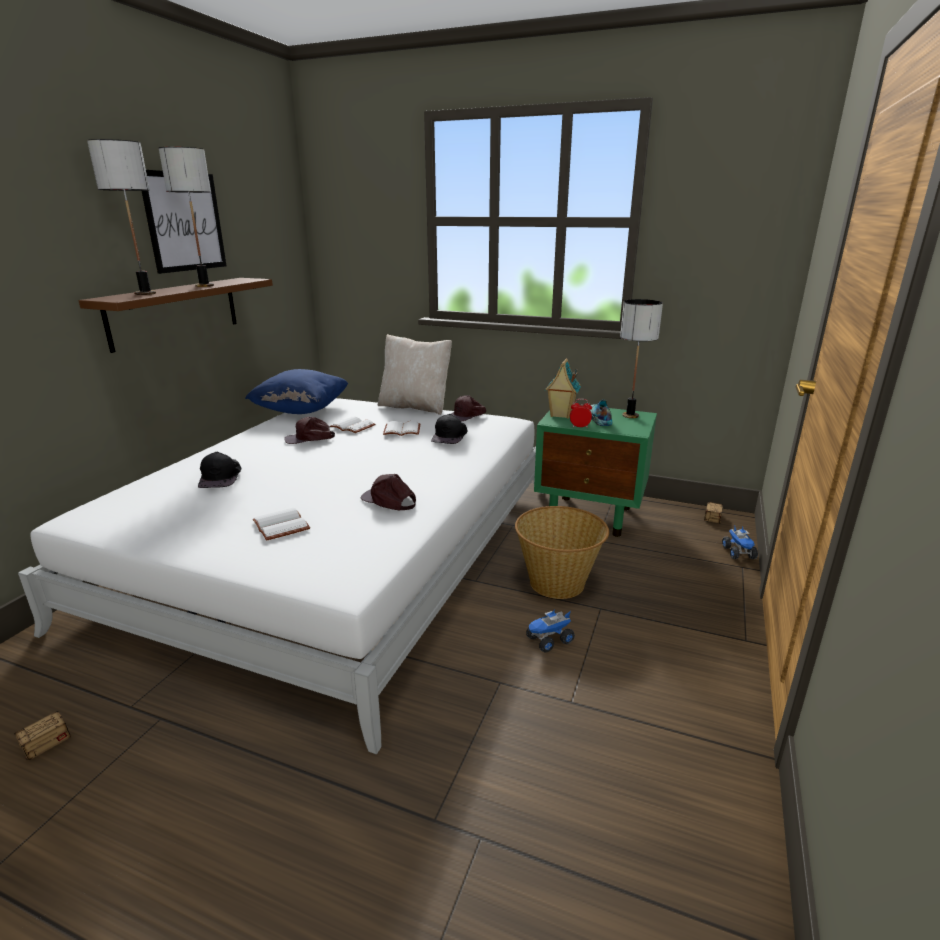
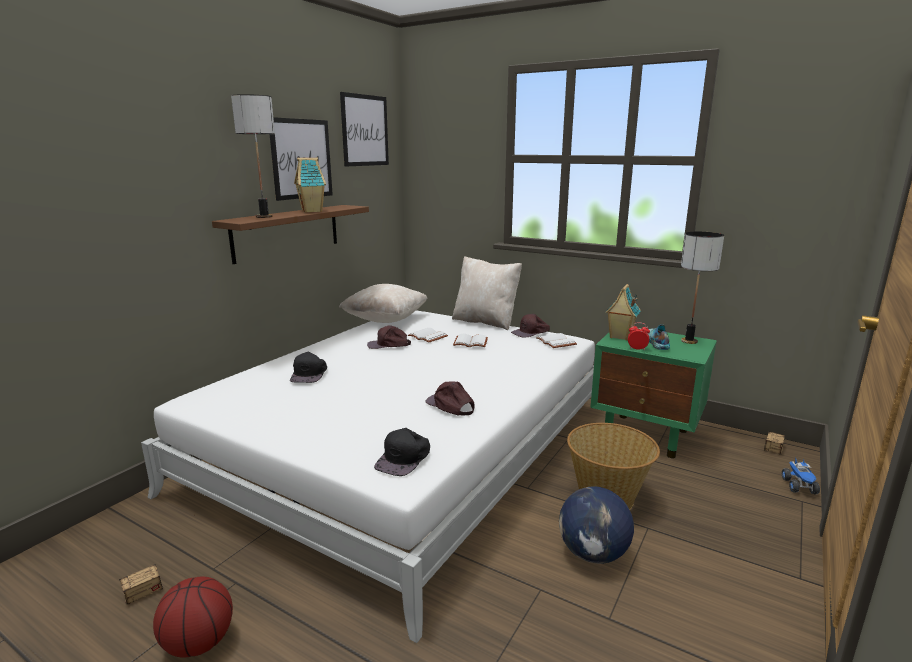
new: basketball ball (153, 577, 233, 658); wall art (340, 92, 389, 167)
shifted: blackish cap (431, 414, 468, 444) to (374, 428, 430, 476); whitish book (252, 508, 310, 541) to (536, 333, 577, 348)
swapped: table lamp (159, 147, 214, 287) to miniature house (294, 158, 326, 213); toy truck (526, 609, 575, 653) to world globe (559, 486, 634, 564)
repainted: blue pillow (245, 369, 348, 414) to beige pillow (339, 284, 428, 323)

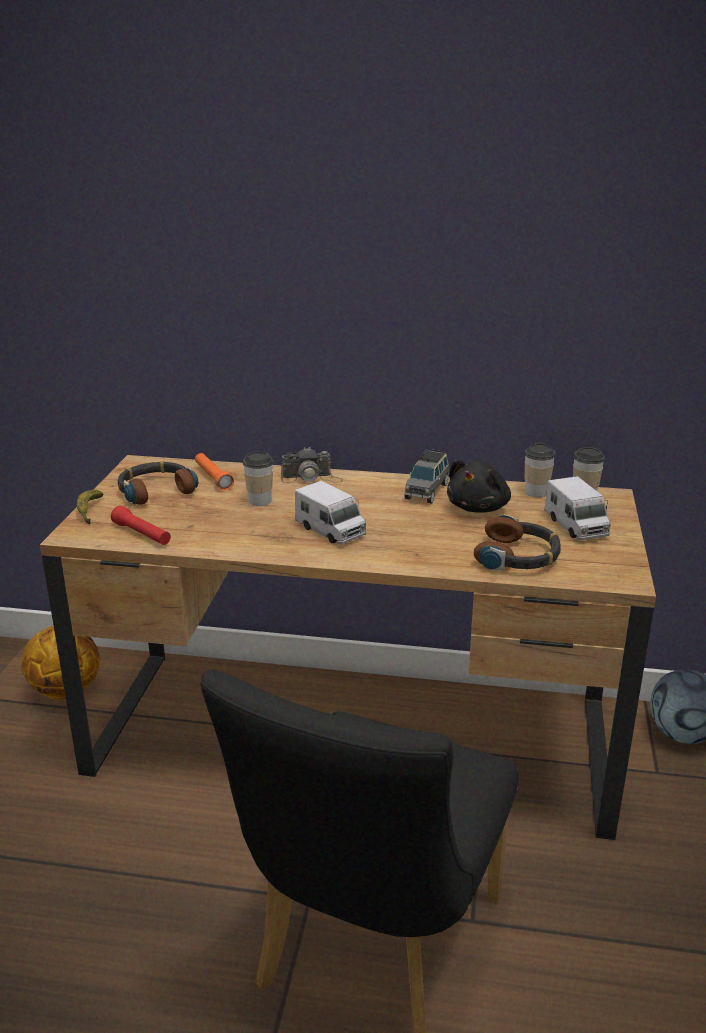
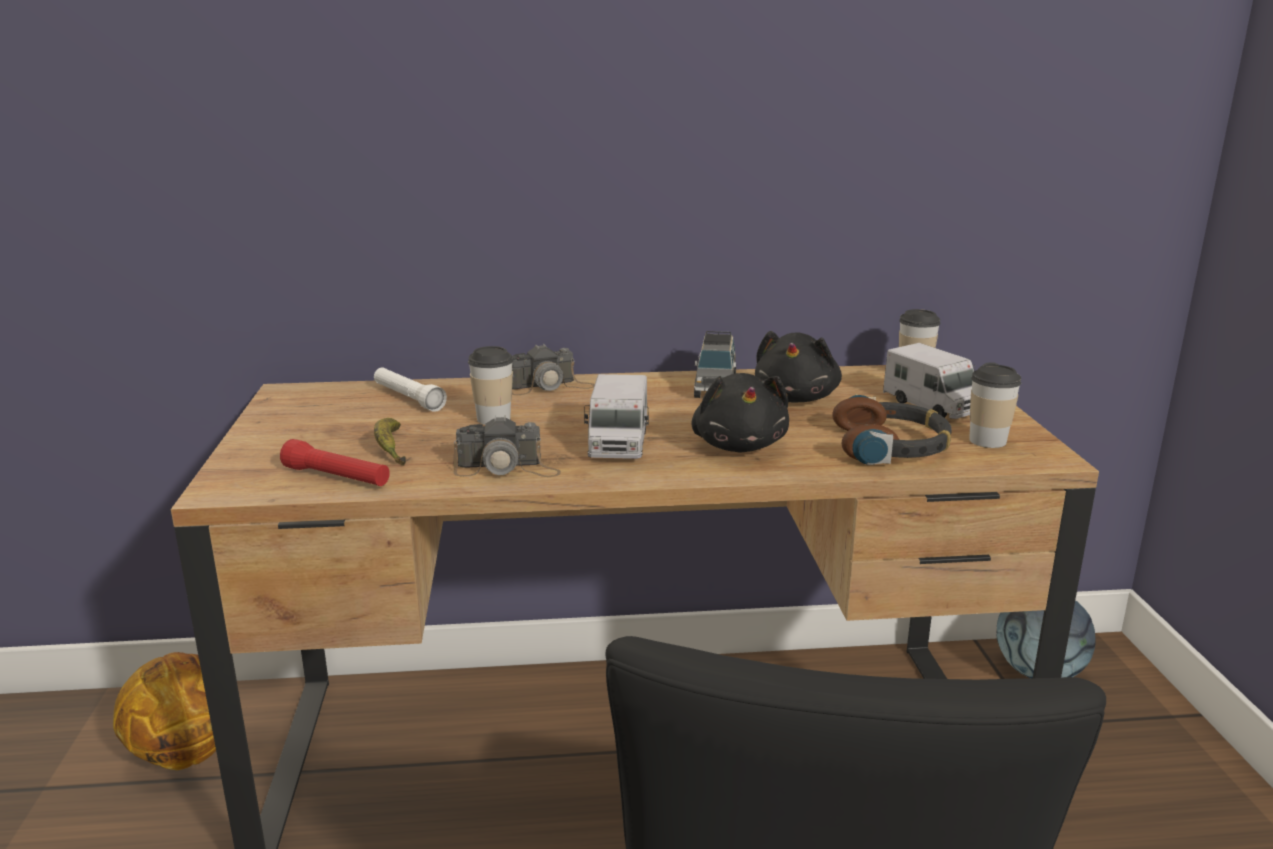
gone: headphones (117, 461, 198, 505)
new: photo camera (454, 415, 561, 477); blackish soft toy (691, 373, 789, 452)
shifted: banana fruit (77, 490, 104, 524) to (374, 418, 406, 466); small cup (525, 443, 555, 497) to (969, 362, 1021, 448)
repainted: orange-coloured flashlight (195, 453, 234, 490) to whitish flashlight (374, 367, 447, 412)
rotated: toy truck (295, 481, 367, 544) = (584, 374, 649, 459) 60 degrees clockwise

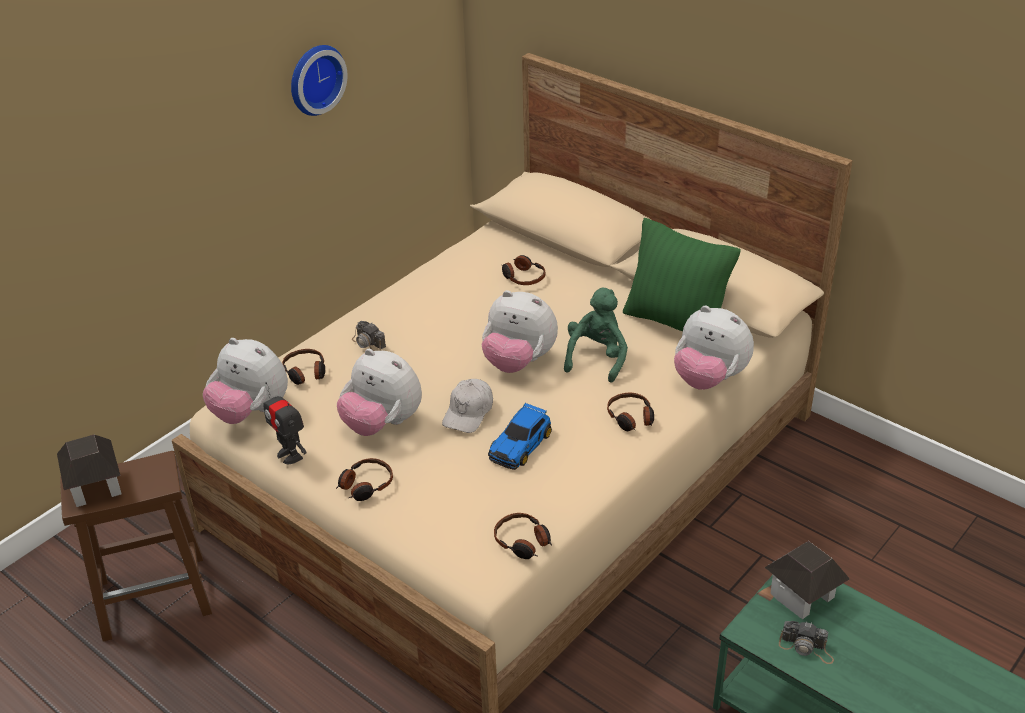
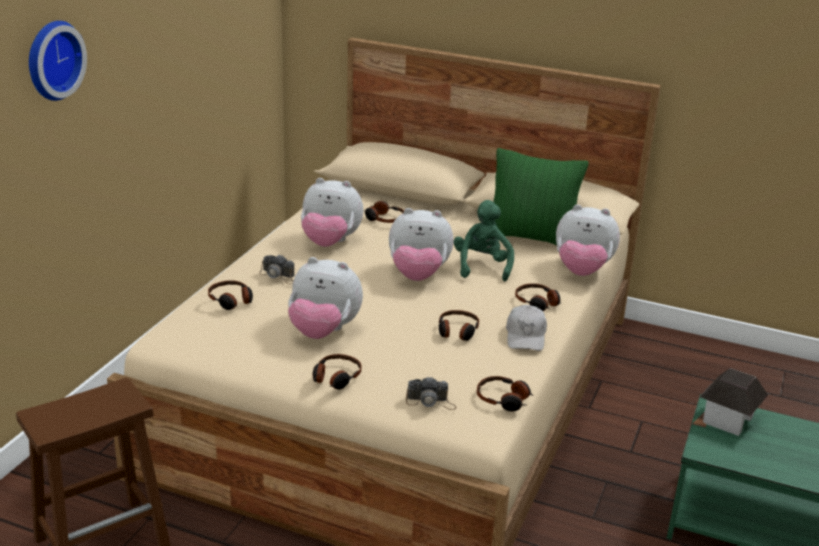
gone: miniature house (57, 435, 122, 507); model robot (263, 382, 307, 464)
shifted: wall clock (291, 45, 348, 116) to (29, 21, 87, 101); soft toy (203, 338, 288, 424) to (301, 178, 363, 247); photo camera (779, 621, 834, 664) to (406, 377, 456, 410); whitish cap (442, 379, 493, 433) to (506, 305, 547, 351)
swapped: miniature car (488, 403, 552, 470) to headphones (439, 310, 479, 341)

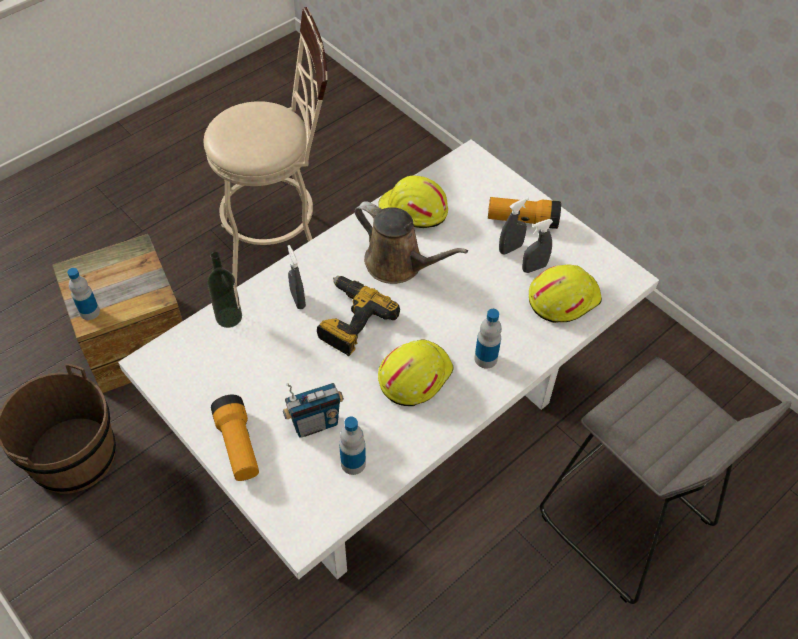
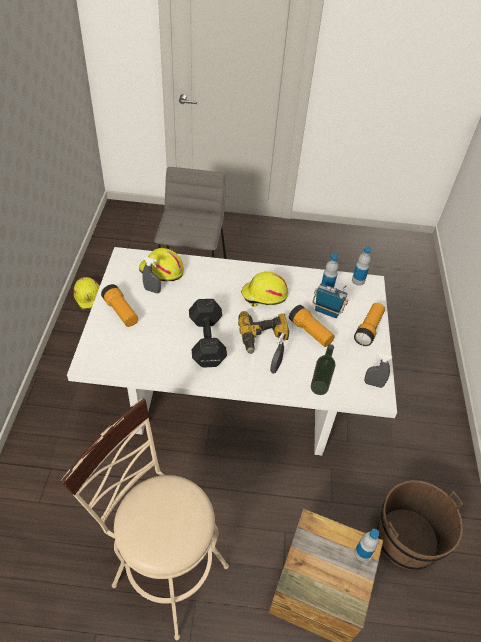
new: flashlight (289, 305, 335, 347)
shifted: yellow-coloured hard hat (378, 176, 448, 228) to (74, 277, 100, 309); beverage bottle (474, 309, 502, 368) to (352, 246, 371, 286); gray sprayer (499, 197, 529, 255) to (364, 352, 392, 388)
swapped: brownish sprinkling can (355, 201, 468, 284) to blackish dumbbell (189, 299, 227, 368)

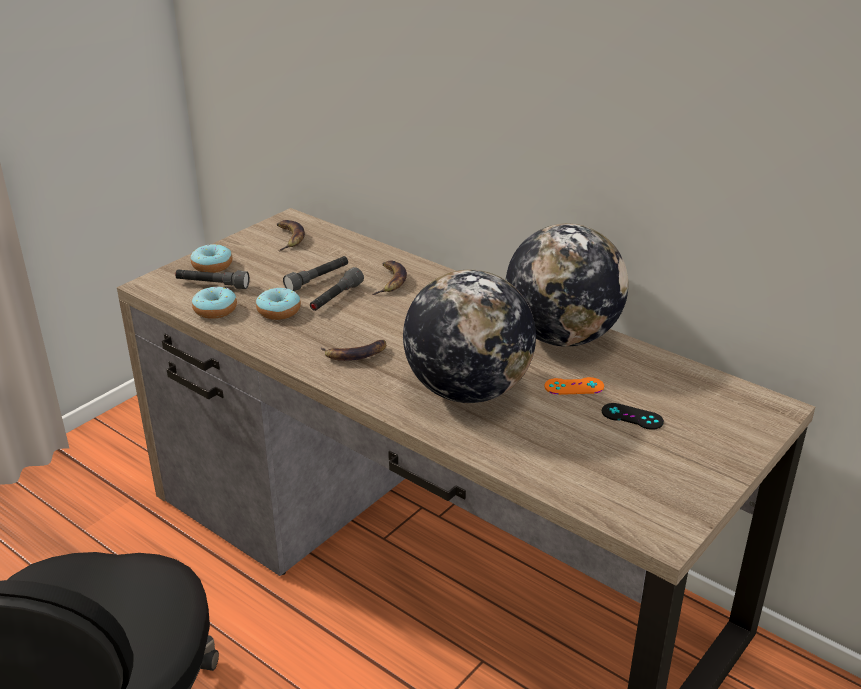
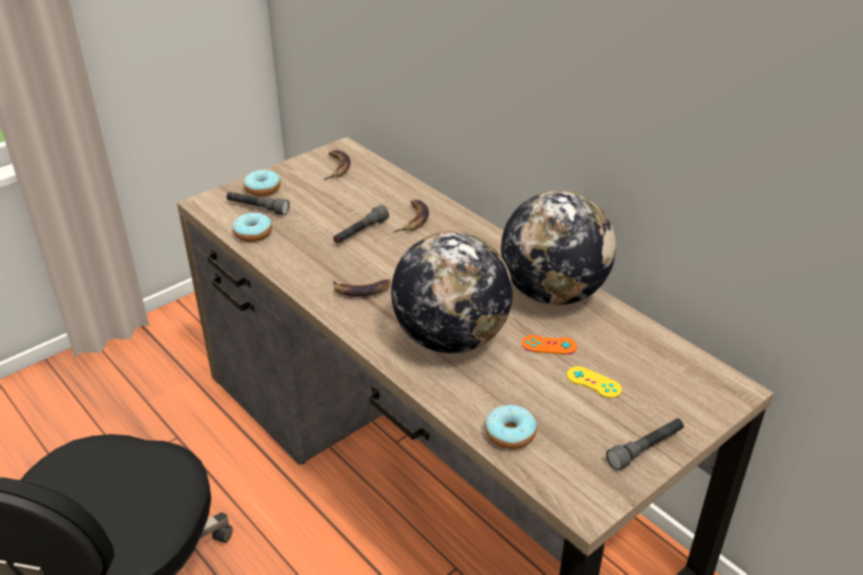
shifted: doughnut (256, 288, 301, 320) to (485, 405, 537, 449); gray flashlight (283, 256, 348, 291) to (606, 419, 684, 470)
repainted: blackish game controller (602, 403, 664, 430) to yellow-coloured game controller (567, 366, 622, 398)

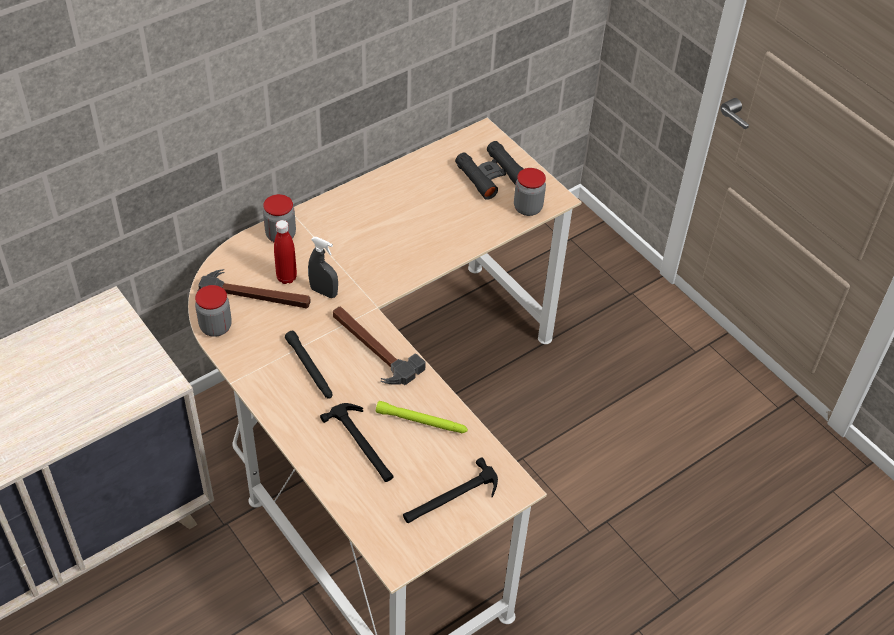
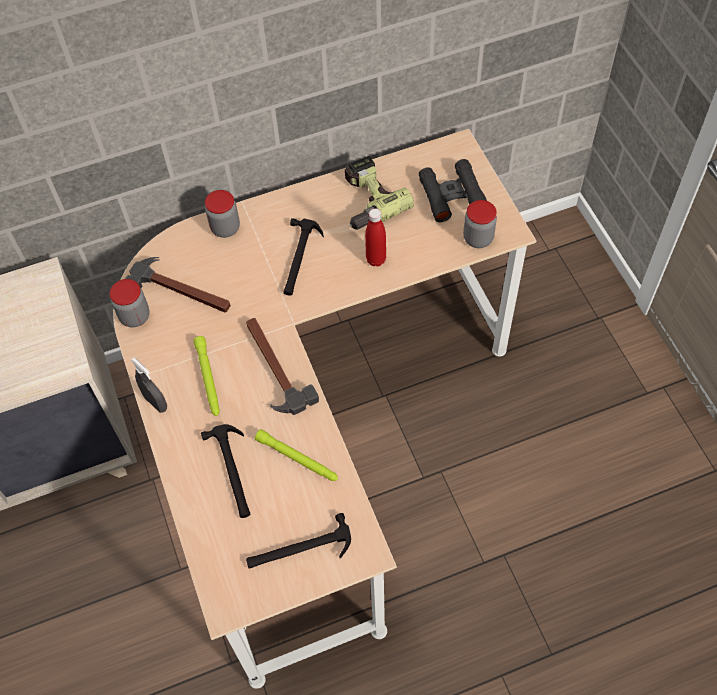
new: hammer (283, 218, 324, 296); drill (345, 156, 414, 230)
shifted: gray sprayer (308, 237, 338, 298) to (131, 357, 167, 413); red beverage bottle (274, 220, 297, 284) to (365, 208, 386, 266)
repainted: blackish flashlight (285, 331, 332, 399) to green flashlight (193, 336, 220, 416)

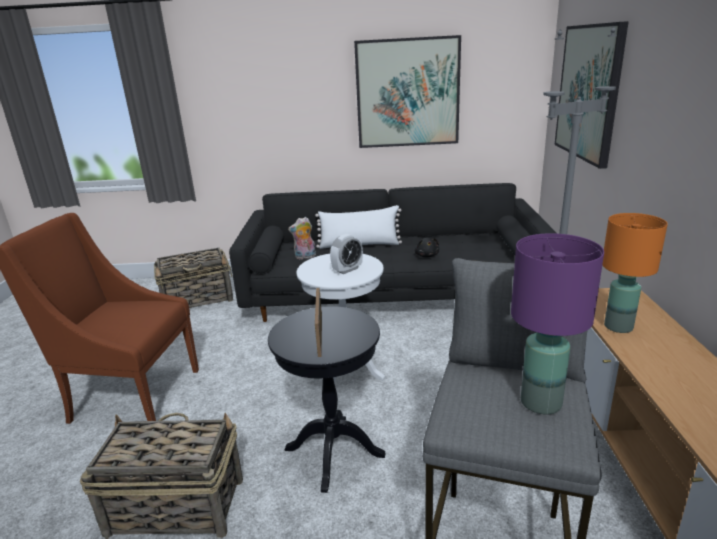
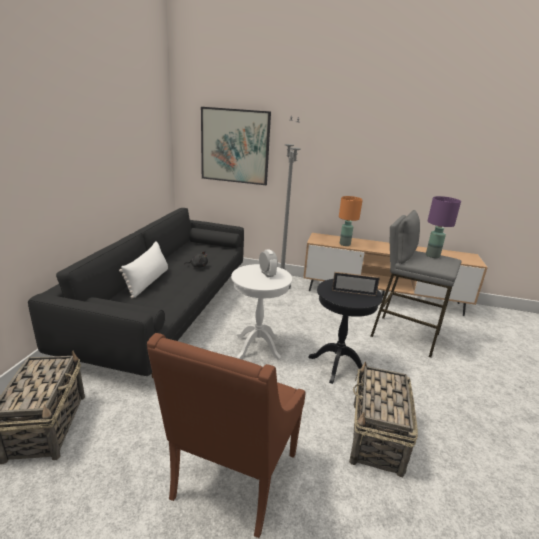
gone: soft toy (288, 217, 316, 259); wall art (354, 35, 461, 148)

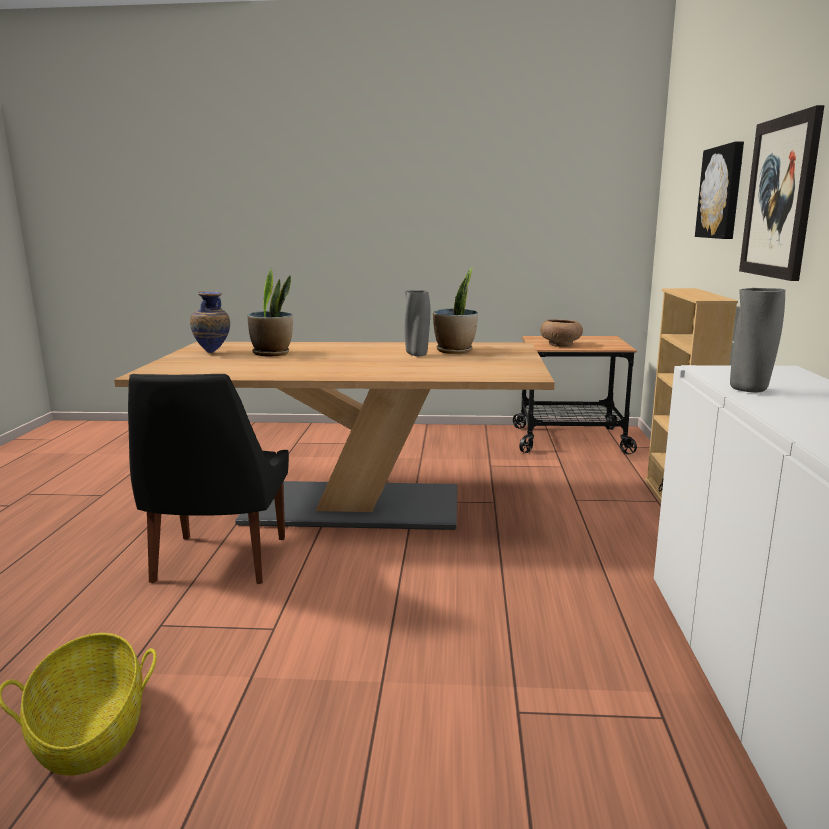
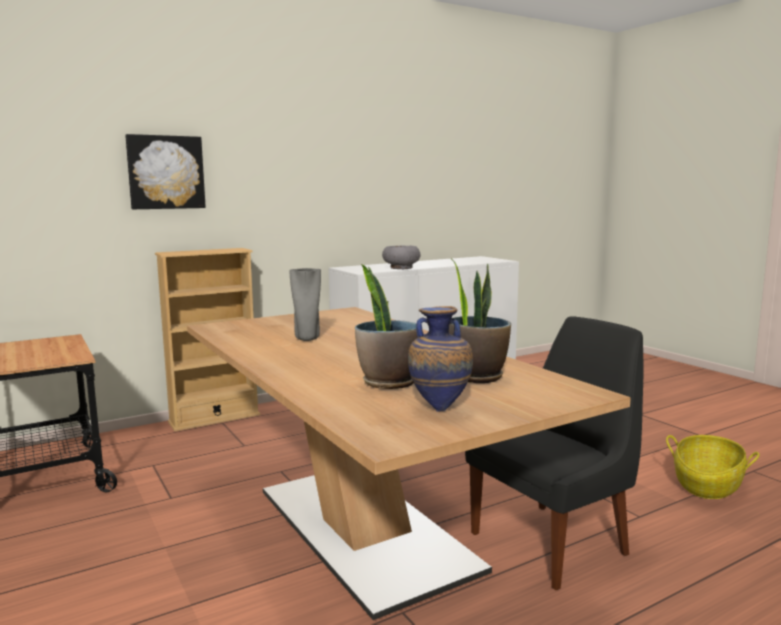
gone: brownish deep dish (540, 319, 583, 347); wall art (739, 105, 825, 281)
shifted: houseplant (433, 267, 478, 354) to (449, 259, 511, 383)
swapped: gray flower vase (730, 288, 785, 393) to gray deep dish (382, 246, 421, 269)

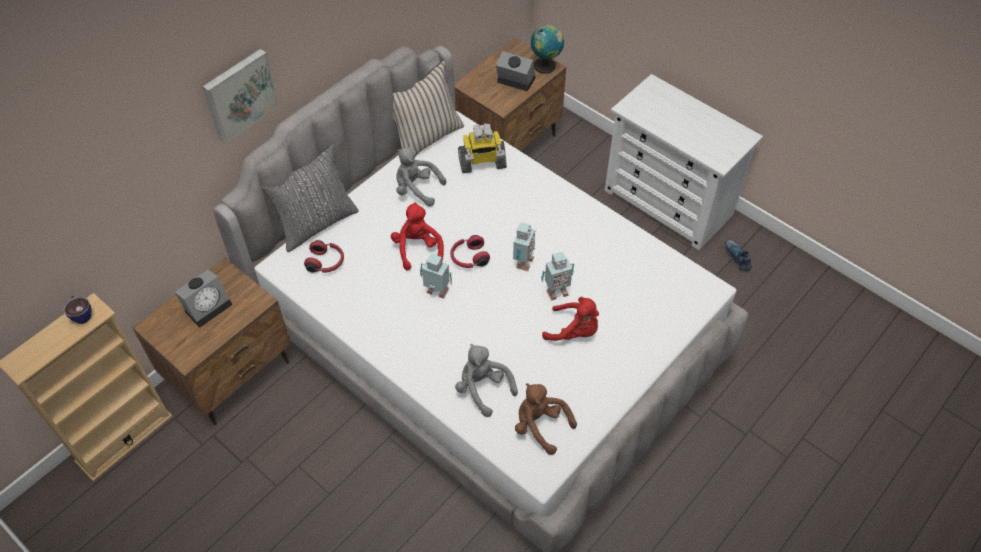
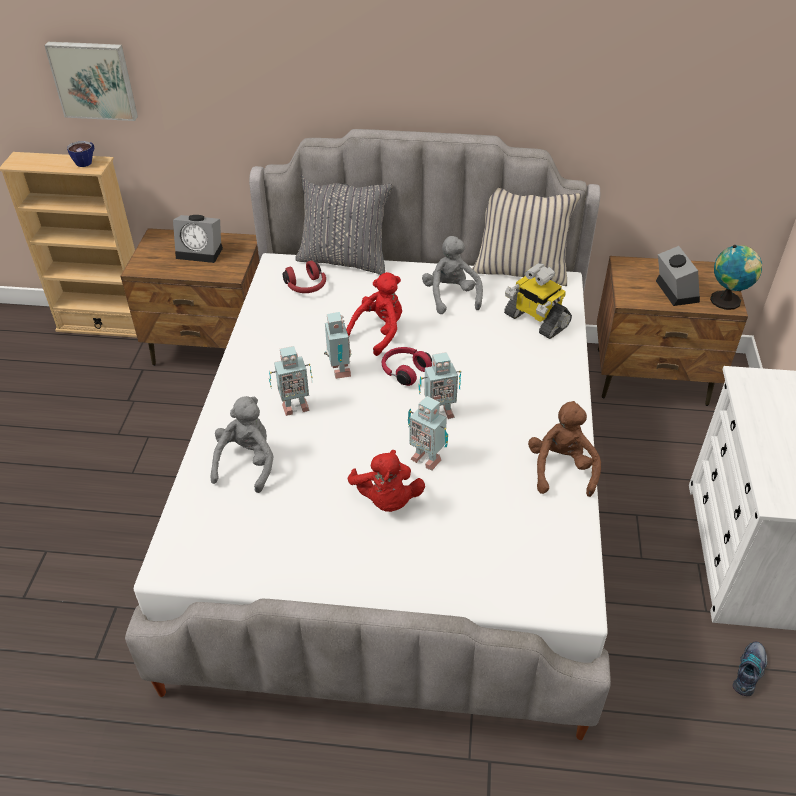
new: model robot (269, 346, 312, 416)
shifted: wall art (202, 49, 279, 143) to (44, 42, 138, 121); brownish soft toy (515, 383, 577, 455) to (528, 401, 601, 497)

